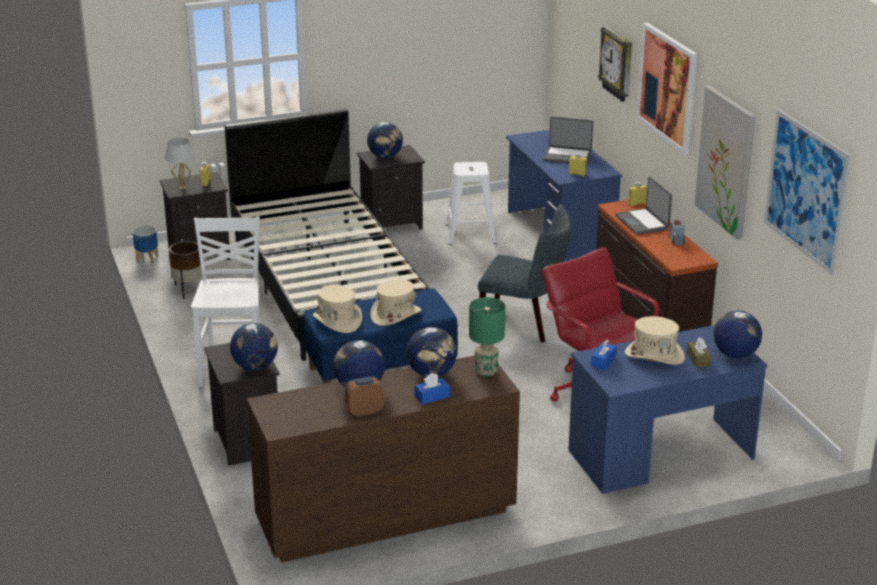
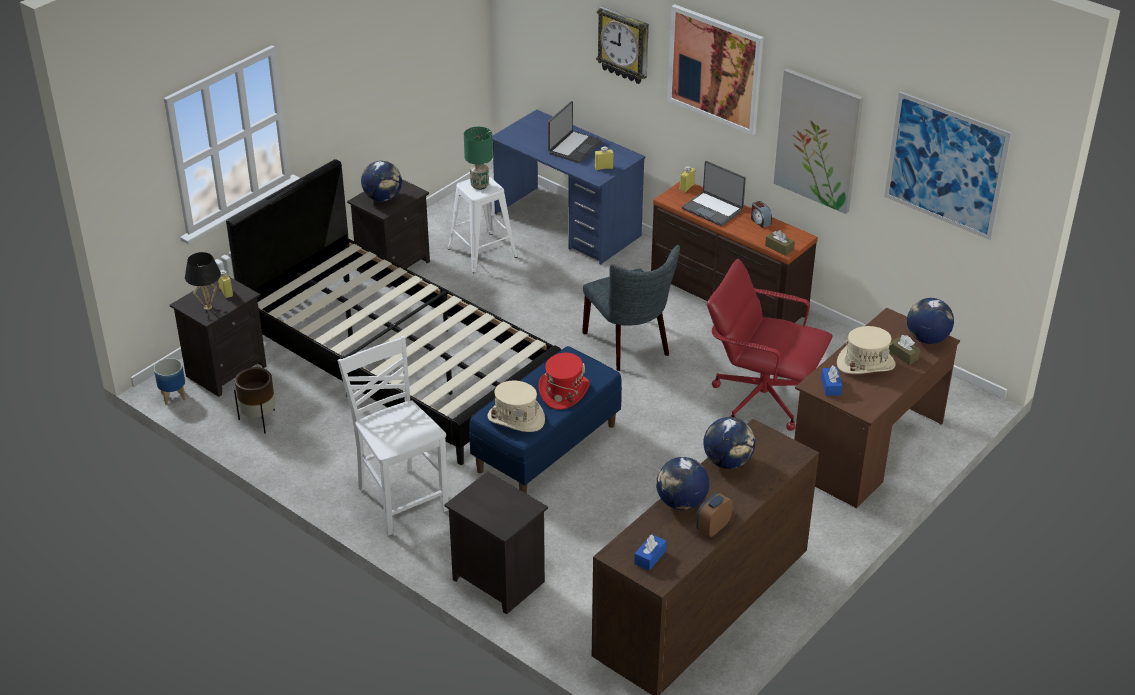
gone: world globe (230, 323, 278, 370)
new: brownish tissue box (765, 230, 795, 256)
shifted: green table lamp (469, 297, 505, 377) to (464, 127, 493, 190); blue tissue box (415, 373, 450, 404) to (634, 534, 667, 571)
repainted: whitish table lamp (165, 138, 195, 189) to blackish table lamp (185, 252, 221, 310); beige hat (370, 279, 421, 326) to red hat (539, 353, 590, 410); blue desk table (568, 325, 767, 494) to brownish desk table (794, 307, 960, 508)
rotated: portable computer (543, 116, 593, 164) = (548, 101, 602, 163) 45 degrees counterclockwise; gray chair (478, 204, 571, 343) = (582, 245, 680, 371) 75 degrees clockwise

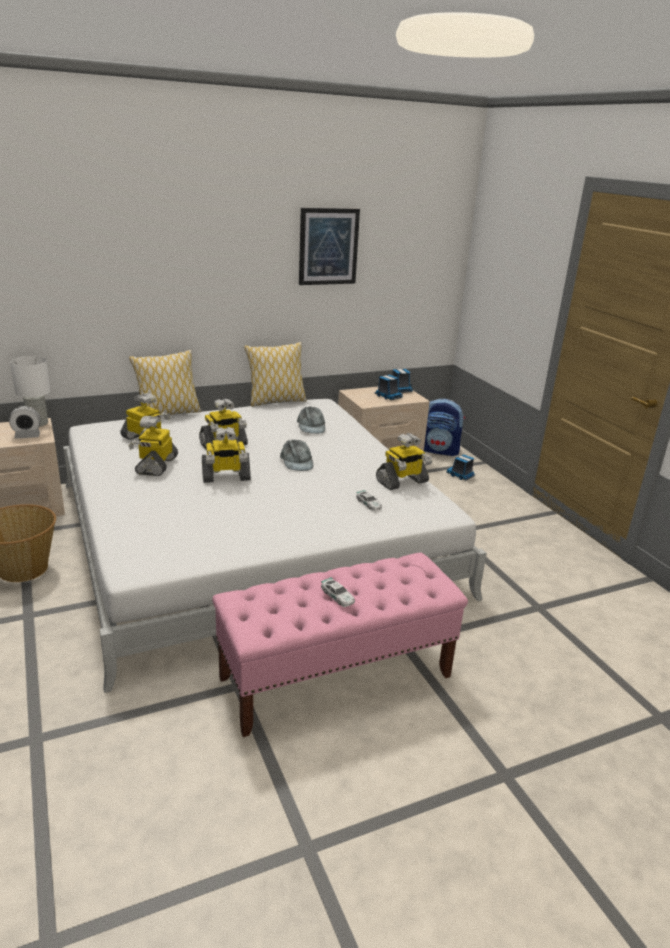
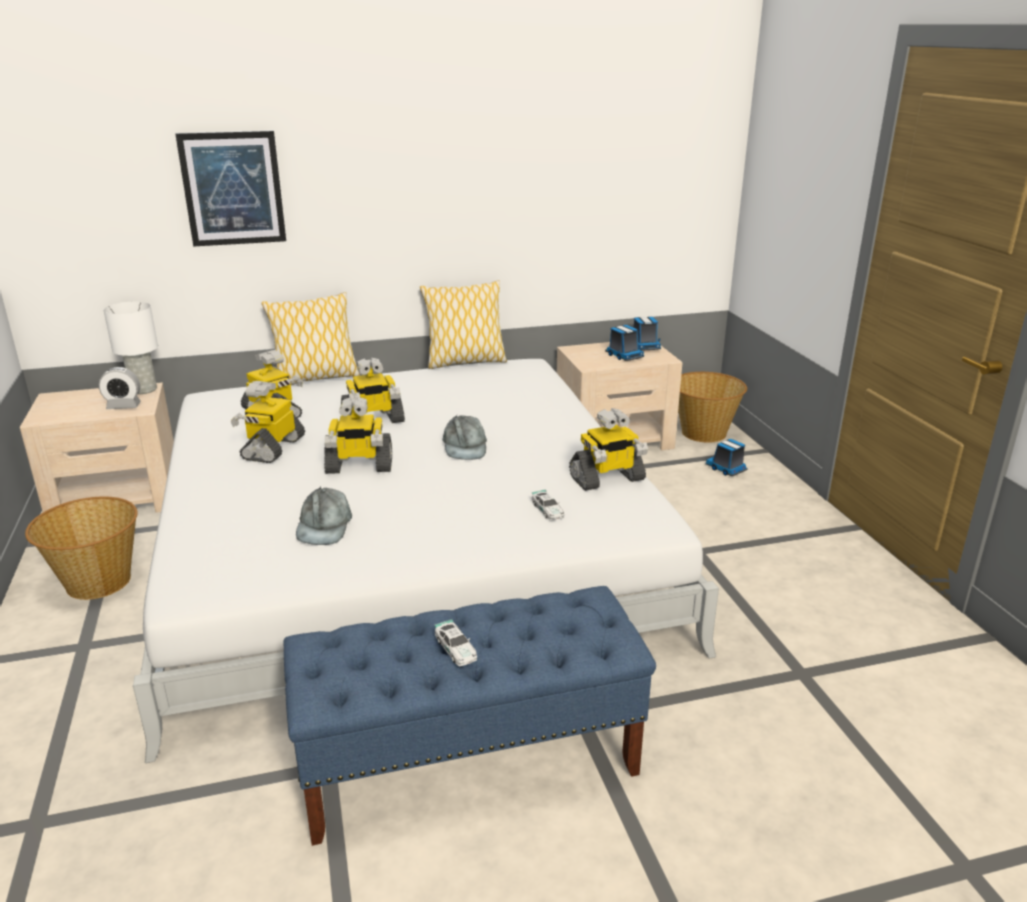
shifted: wall art (299, 208, 360, 285) to (175, 130, 286, 247); gray cap (297, 406, 325, 434) to (296, 487, 352, 545)
swapped: backpack (424, 399, 465, 456) to storage basket (678, 372, 747, 443)
repainted: pink-coloured bench (212, 553, 468, 737) to blue bench (284, 586, 656, 846)

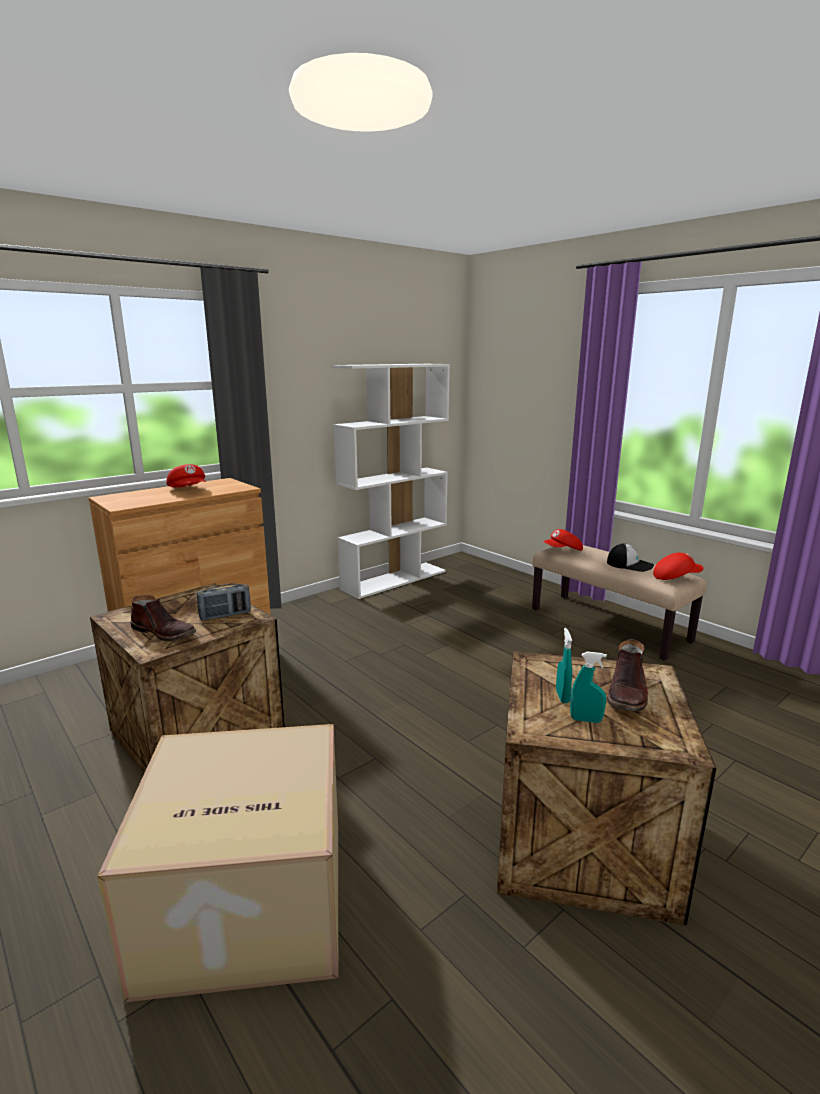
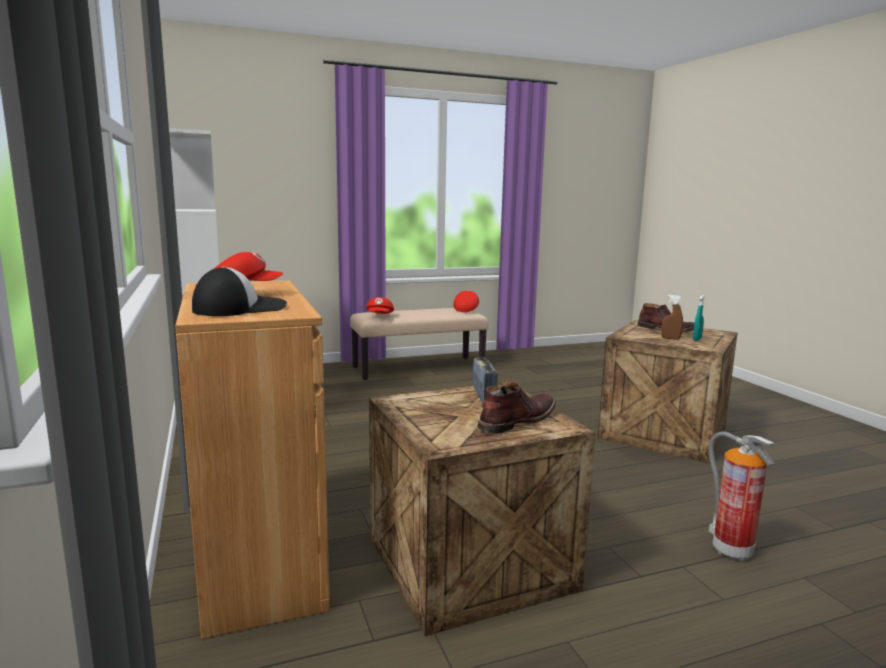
shifted: cap (607, 543, 654, 572) to (192, 267, 287, 316)
swapped: cardboard box (97, 724, 338, 1002) to fire extinguisher (708, 432, 775, 561)
repainted: turquoise-coloured sprayer (556, 628, 572, 703) to brownish sprayer (661, 295, 683, 340)

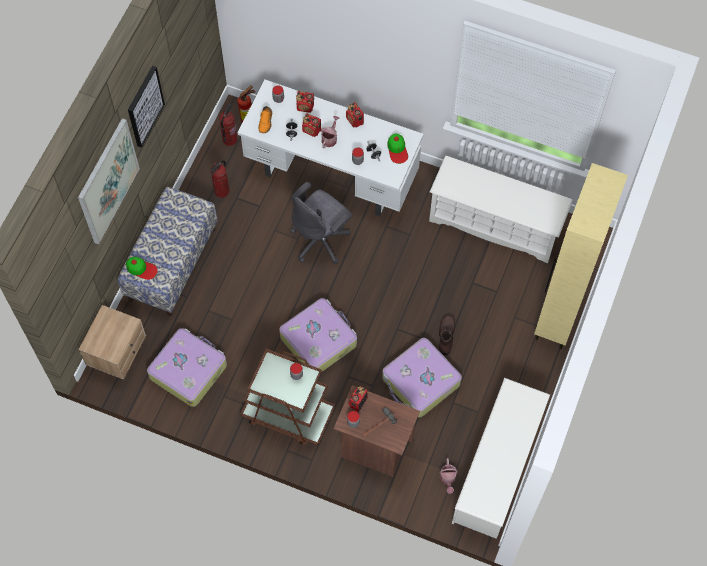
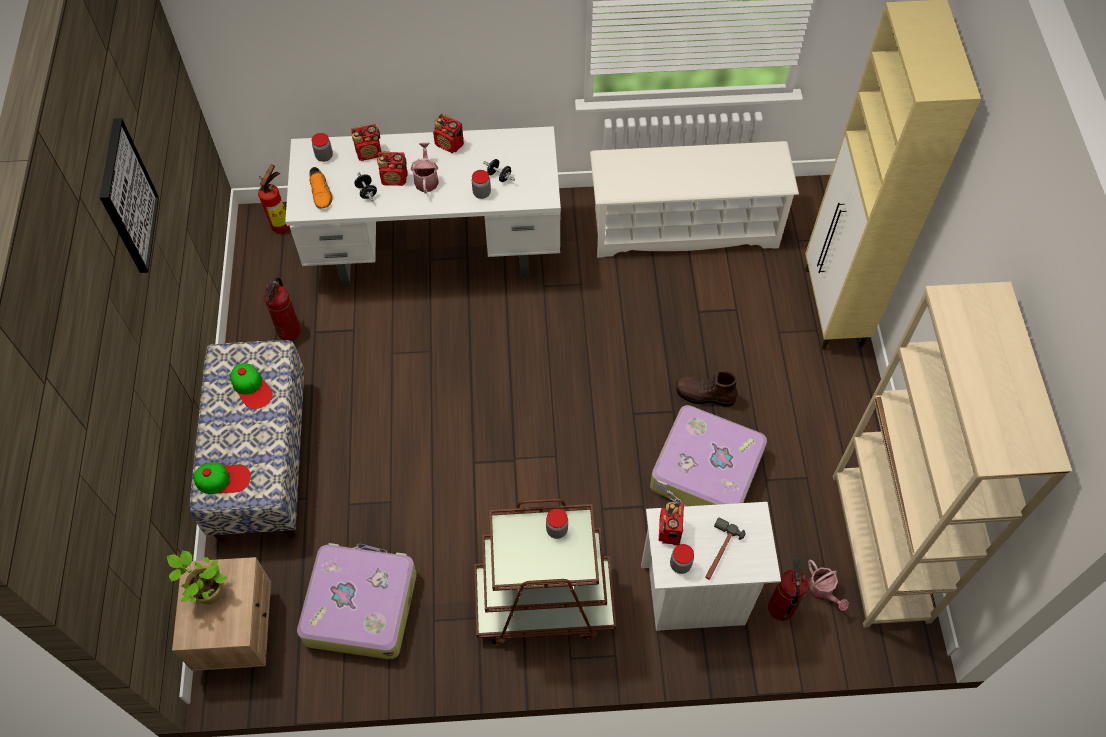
gone: wall art (78, 118, 140, 245); travel case (279, 298, 357, 372); gray office chair (290, 182, 352, 264)
new: houseplant (167, 550, 227, 605)
shifted: cap (387, 133, 408, 164) to (230, 363, 273, 409); fire extinguisher (219, 104, 237, 146) to (768, 558, 809, 621)
swapped: whitish shoe shelf (452, 378, 550, 539) to beige bookcase (833, 282, 1072, 628)
repainted: brownish night table (333, 385, 420, 477) to whitish night table (641, 502, 781, 631)
rotated: brownish boot (439, 316, 455, 355) = (676, 371, 737, 407) 60 degrees counterclockwise

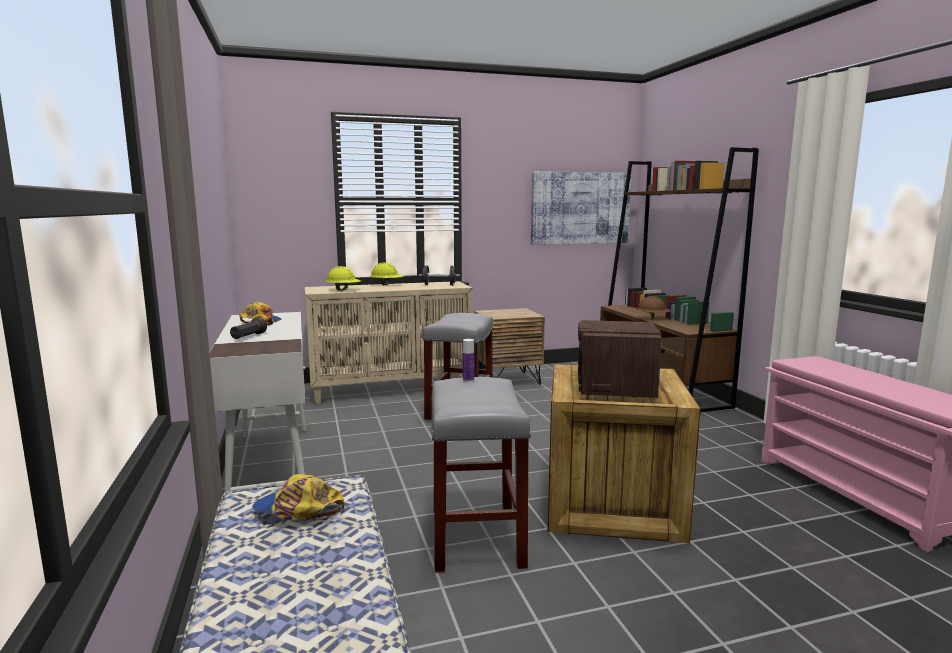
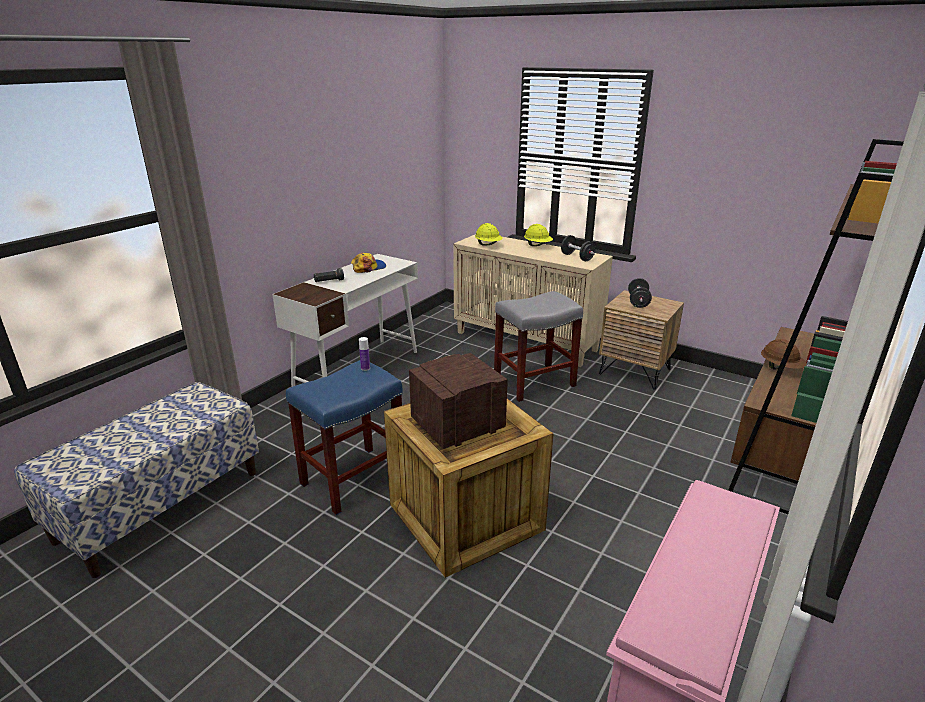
gone: cap (252, 474, 344, 521); wall art (531, 171, 631, 245)
new: blackish dumbbell (628, 278, 652, 308)
repainted: gray sitting stool (431, 377, 531, 573) to blue sitting stool (286, 360, 403, 515)

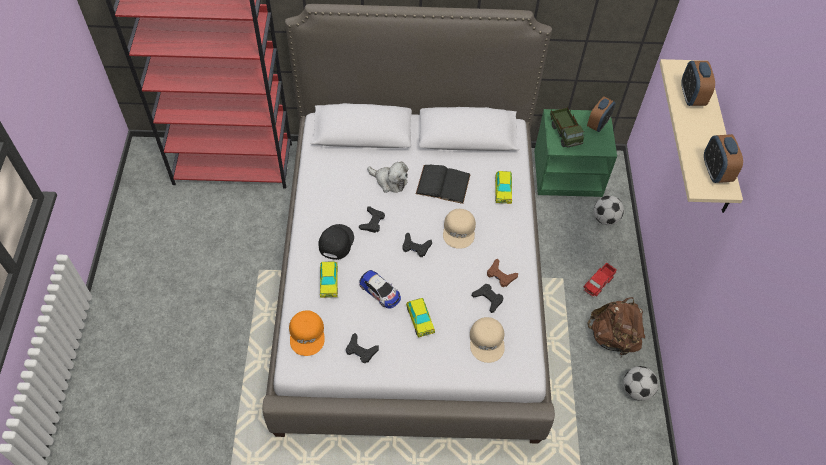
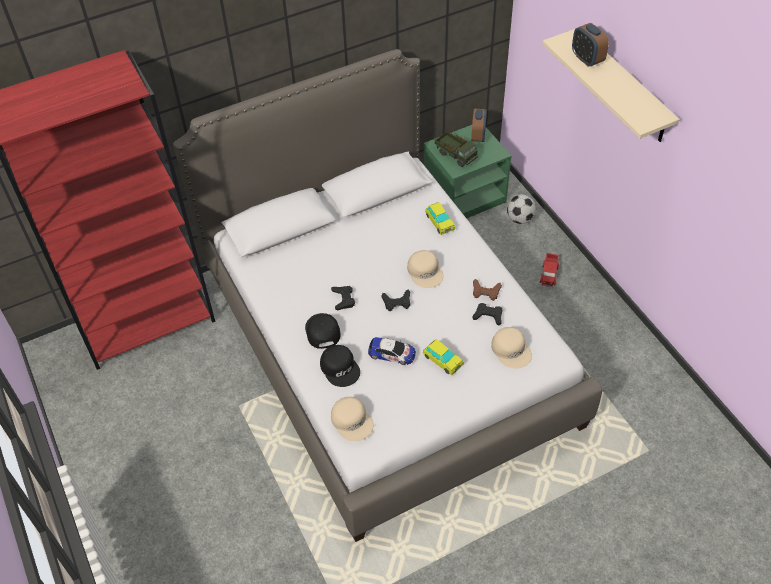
gone: blackish game controller (346, 333, 379, 363); soft toy (367, 162, 408, 193); blackish book (416, 164, 471, 204); brownish backpack (587, 297, 645, 357); ball for football (623, 366, 658, 401); alarm clock (704, 134, 743, 183)
swapped: miniature car (320, 261, 338, 298) to blackish cap (320, 345, 360, 387)
repainted: orange-coloured cap (289, 310, 325, 356) to beige cap (331, 397, 373, 441)

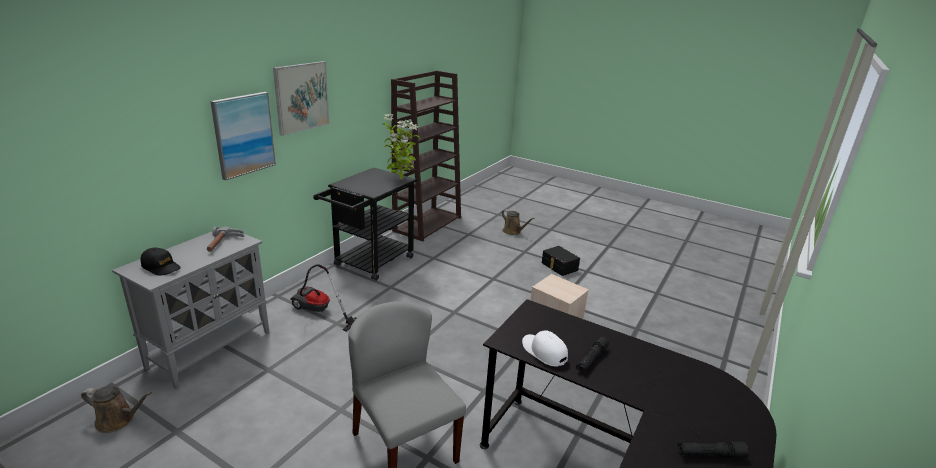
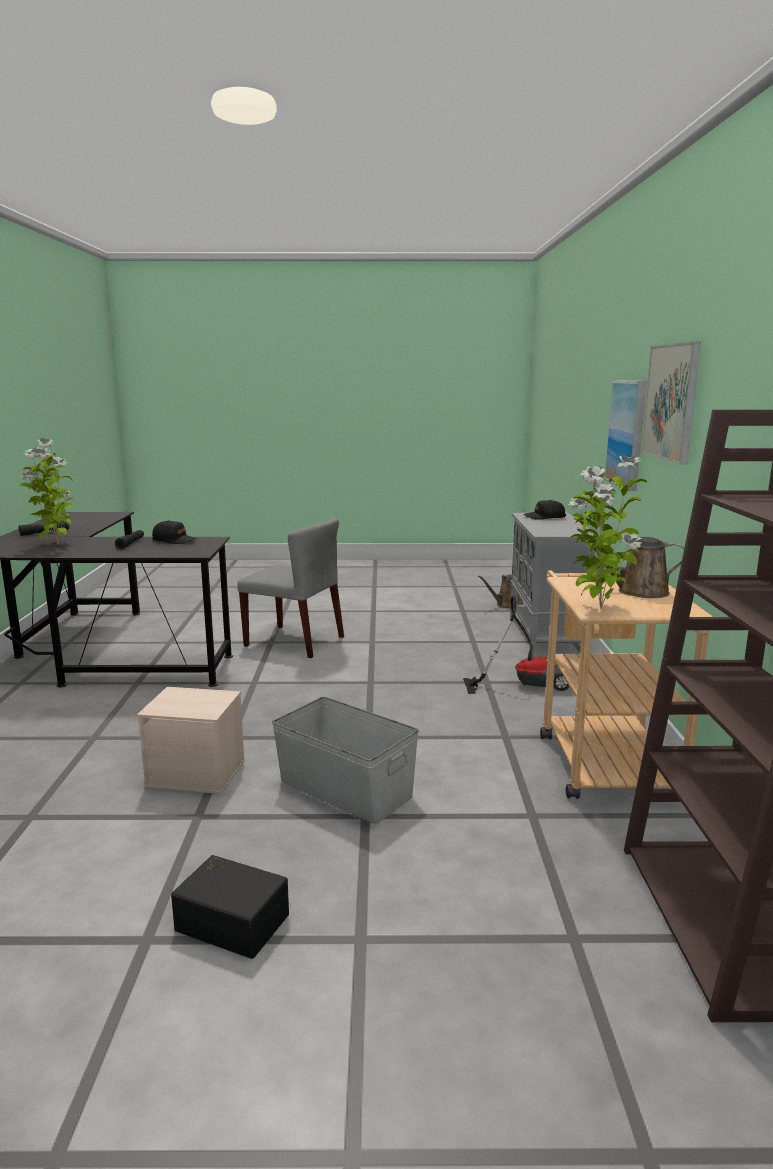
gone: hammer (207, 227, 244, 252)
new: houseplant (20, 438, 74, 544); gray storage box (272, 697, 419, 824)
shifted: brownish sprinkling can (502, 209, 535, 235) to (577, 528, 684, 598)
repainted: whitish cap (522, 330, 568, 367) to blackish cap (152, 520, 197, 544); blackish trolley (313, 168, 417, 281) to beige trolley (540, 571, 713, 799)

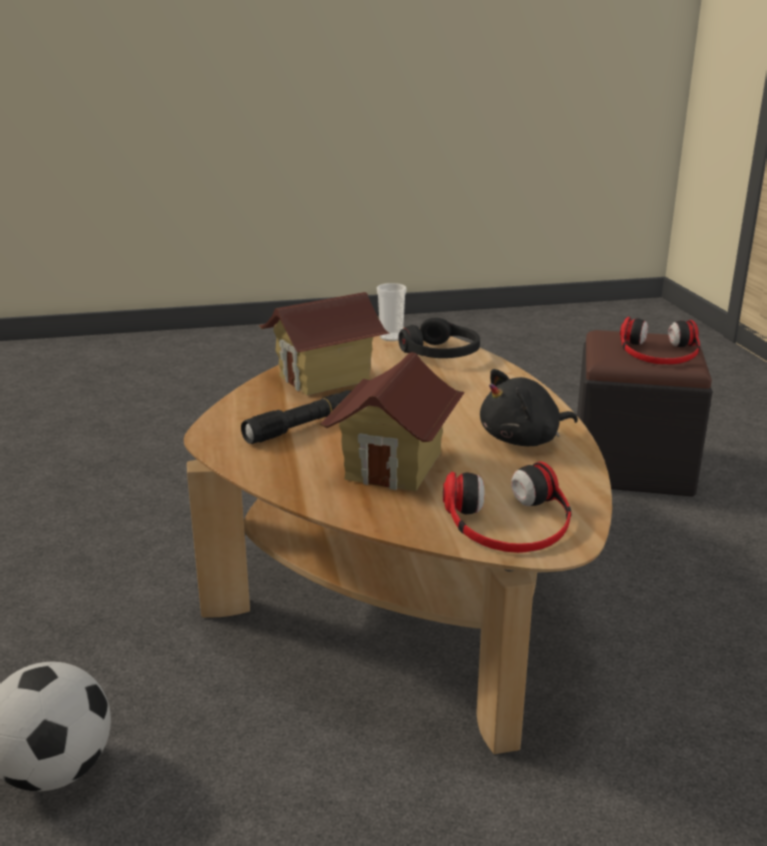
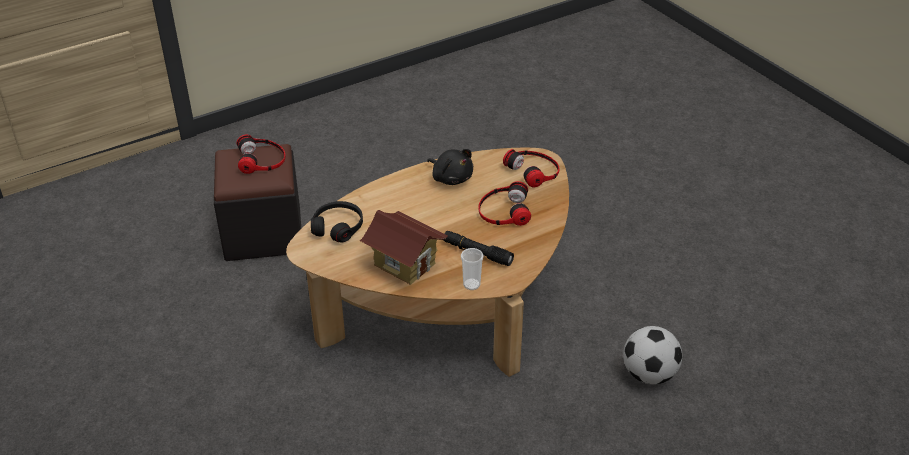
shifted: small cup (377, 283, 407, 341) to (461, 248, 483, 290)
swapped: miniature house (320, 352, 465, 491) to headphones (478, 181, 531, 226)

